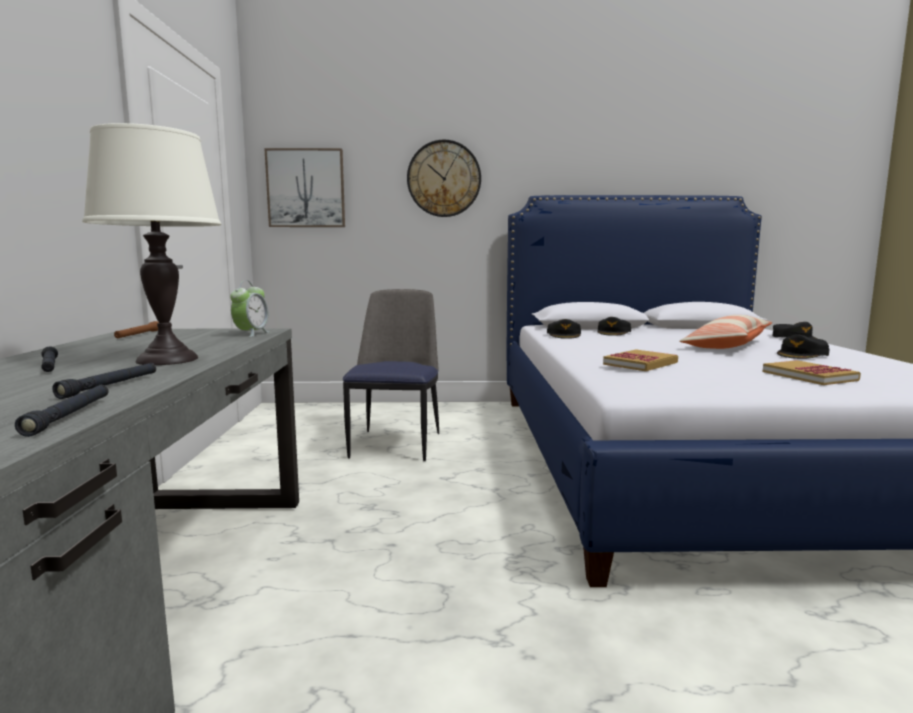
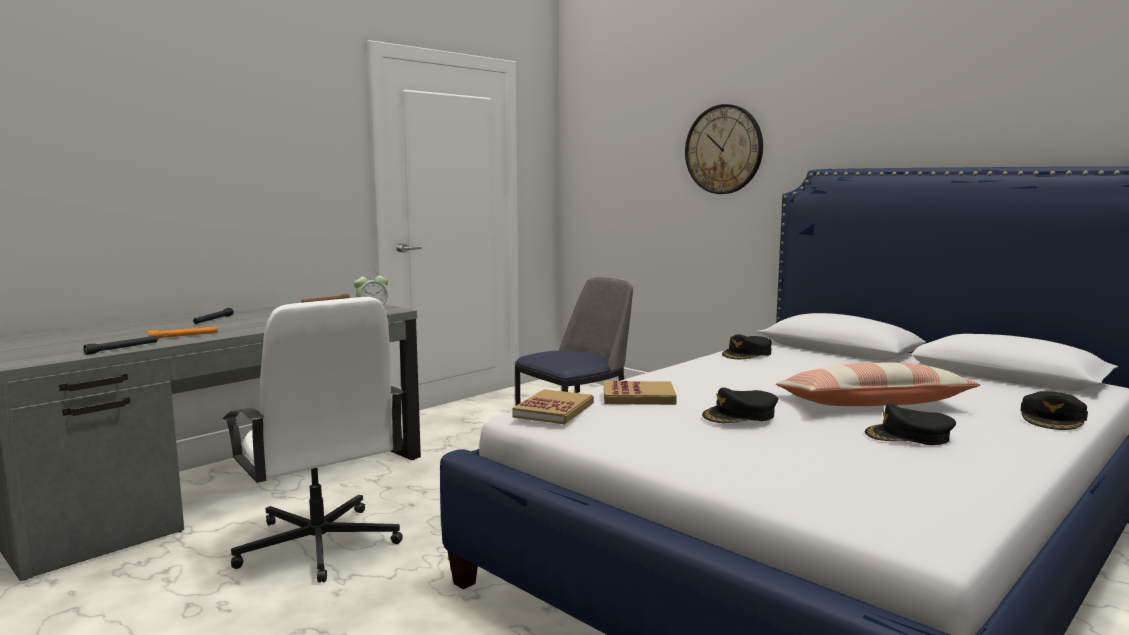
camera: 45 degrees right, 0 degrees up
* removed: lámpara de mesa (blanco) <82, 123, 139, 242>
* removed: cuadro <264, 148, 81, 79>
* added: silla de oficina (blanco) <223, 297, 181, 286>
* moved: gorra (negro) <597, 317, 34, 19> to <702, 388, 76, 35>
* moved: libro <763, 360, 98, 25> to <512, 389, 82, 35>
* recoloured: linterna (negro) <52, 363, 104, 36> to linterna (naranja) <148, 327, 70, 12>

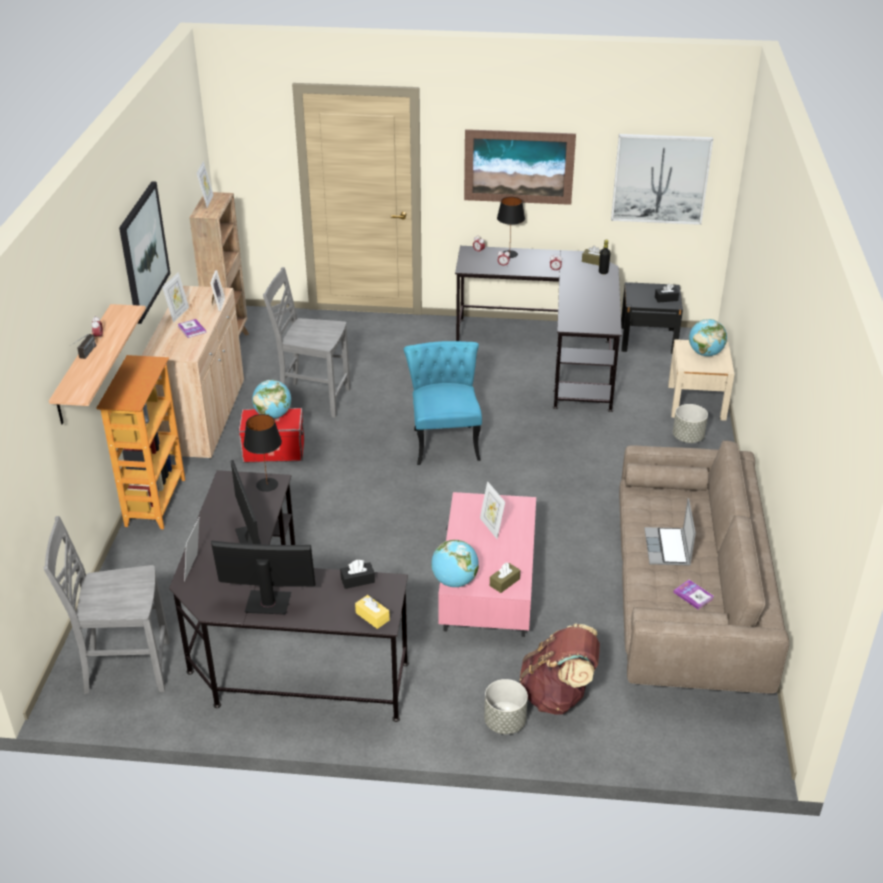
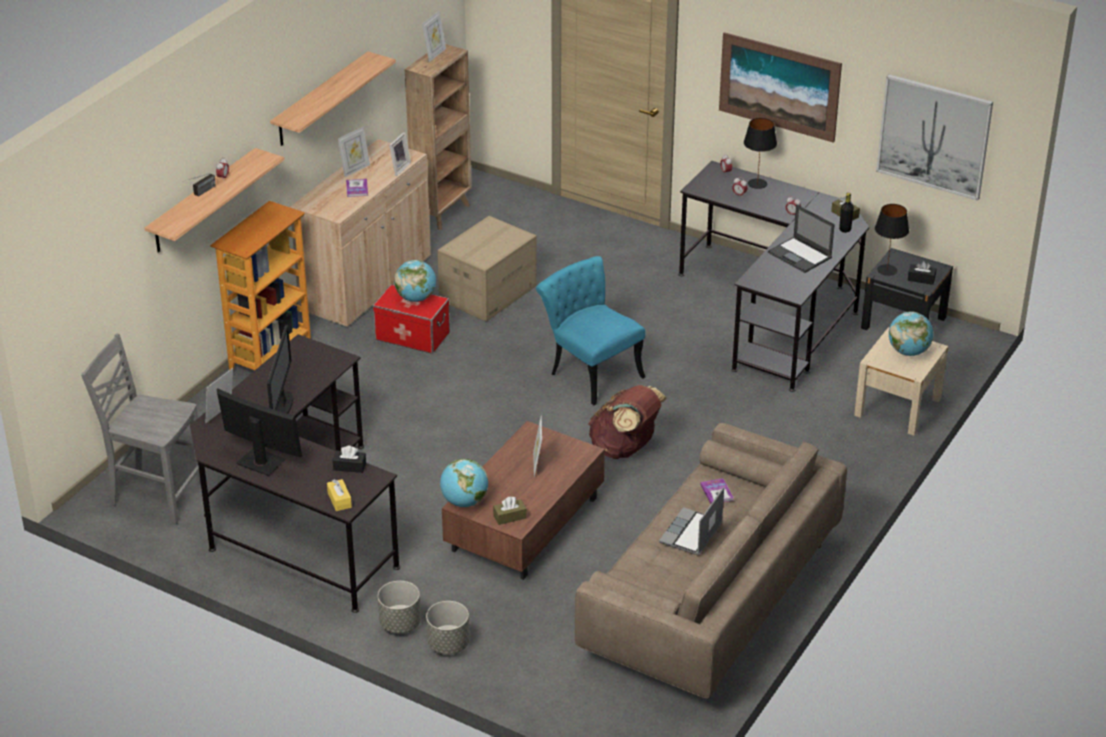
camera: 25 degrees right, 0 degrees up
* added: portátil <768, 204, 67, 69>
* moved: lámpara de mesa (negro) <244, 414, 38, 78> to <875, 204, 34, 72>
* moved: mochila (marrón) <520, 624, 80, 90> to <588, 385, 79, 74>
* moved: maceta (gris) <673, 404, 35, 39> to <378, 581, 43, 53>
* moved: libro <673, 580, 41, 30> to <700, 478, 34, 26>
* replaced: cuadro <119, 181, 51, 143> to estante <270, 52, 126, 94>
* replaced: silla (gris) <263, 267, 87, 151> to caja de cartón <438, 216, 98, 106>
* recoloured: mesa de centro (rosa) <438, 492, 98, 145> to mesa de centro (marrón) <442, 421, 163, 159>
* turned: silla (turquesa) <404, 341, 78, 124> = <536, 256, 109, 149> 60 degrees counterclockwise

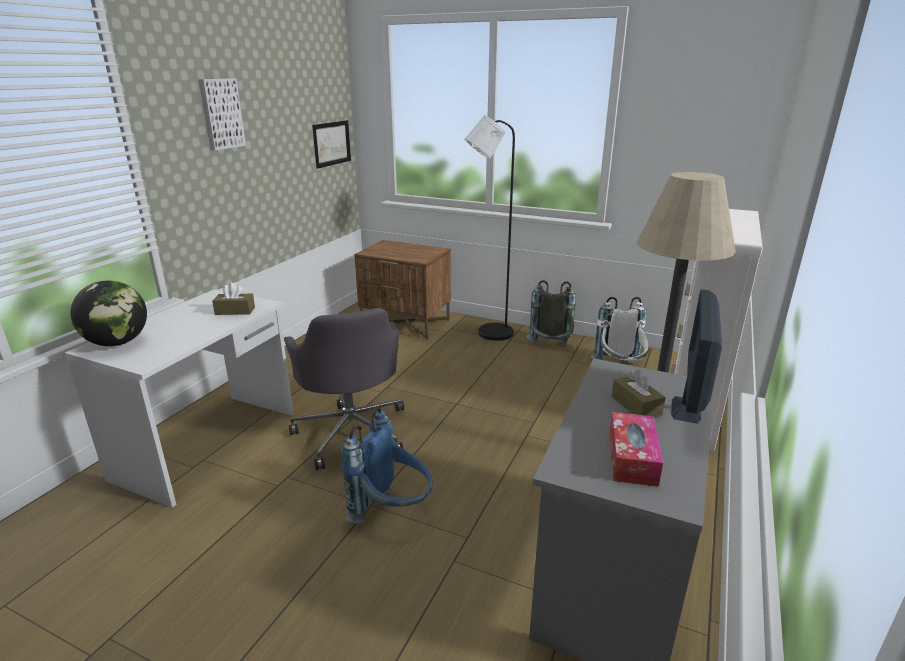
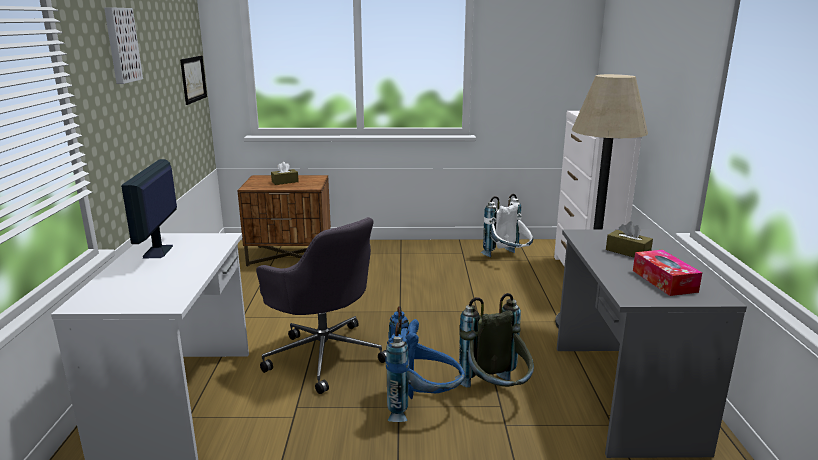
camera: 25 degrees left, 5 degrees down
* removed: globo terráqueo <70, 281, 77, 65>
* removed: lámpara de pie (negro) <465, 115, 50, 226>
* moved: caja de pañuelos (marrón) <212, 283, 43, 32> to <271, 162, 28, 23>
* moved: mochila (gris) <527, 280, 49, 65> to <455, 293, 79, 95>
* moved: monitor <671, 289, 51, 135> to <121, 159, 56, 100>

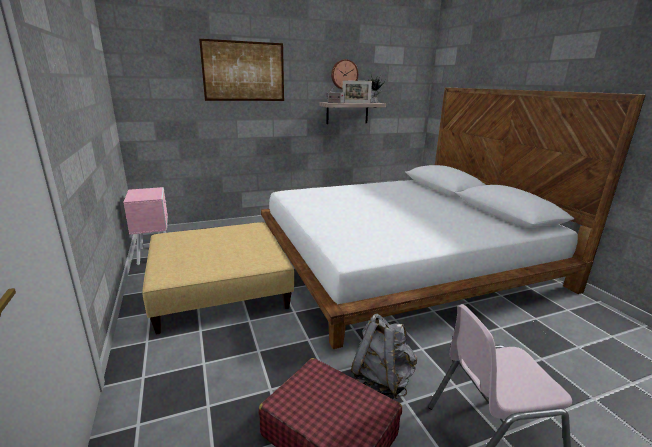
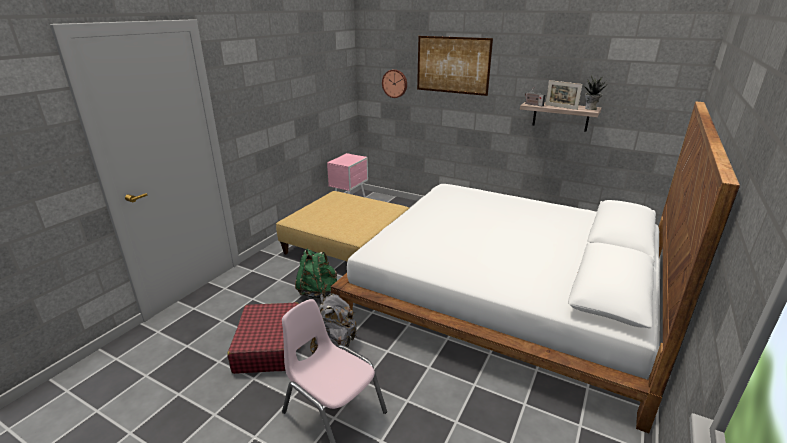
camera: 50 degrees right, 5 degrees up
* added: mochila (verde) <295, 249, 42, 50>
* moved: reloj de pared <331, 59, 27, 30> to <382, 69, 25, 29>

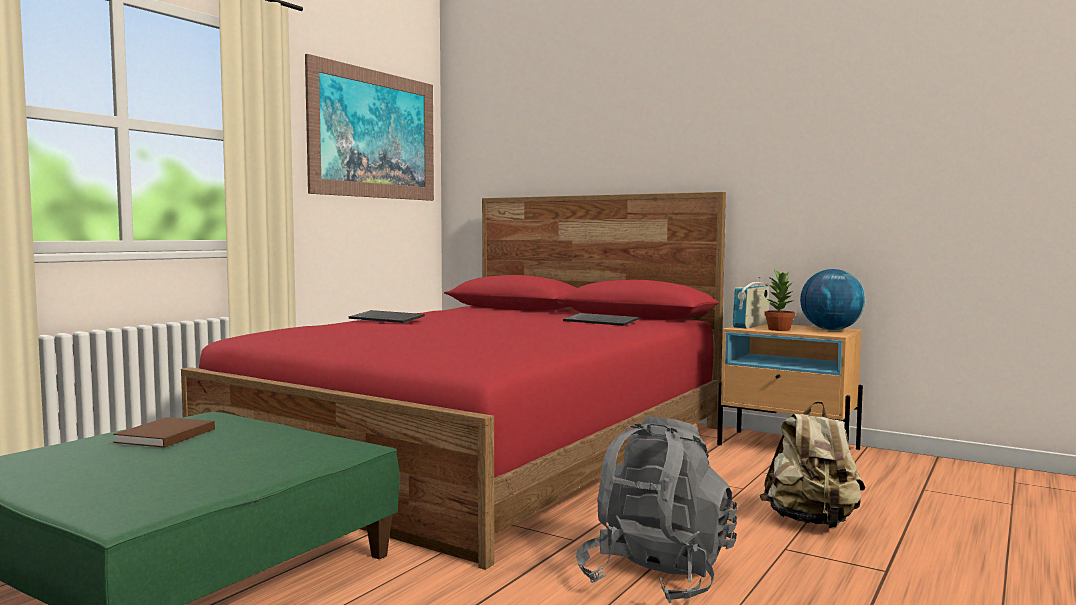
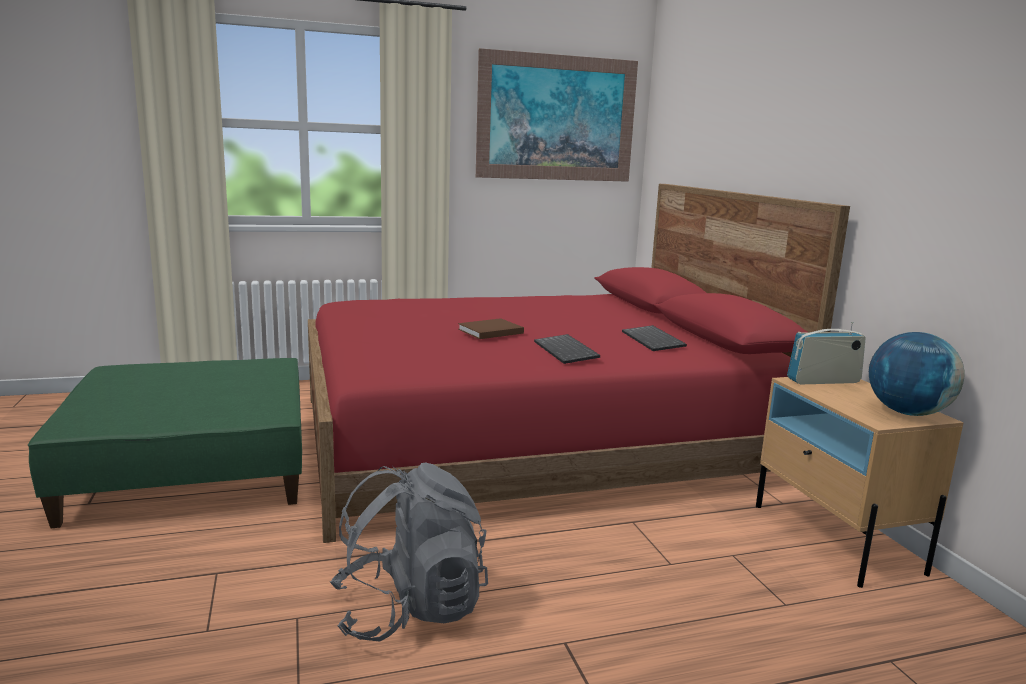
camera: 40 degrees right, 10 degrees up
* removed: mochila (beis) <760, 401, 105, 127>
* removed: planta en maceta <764, 269, 31, 62>
* moved: libro (marrón) <113, 417, 102, 31> to <458, 318, 66, 21>
* moved: teclado <349, 310, 76, 13> to <534, 334, 66, 30>

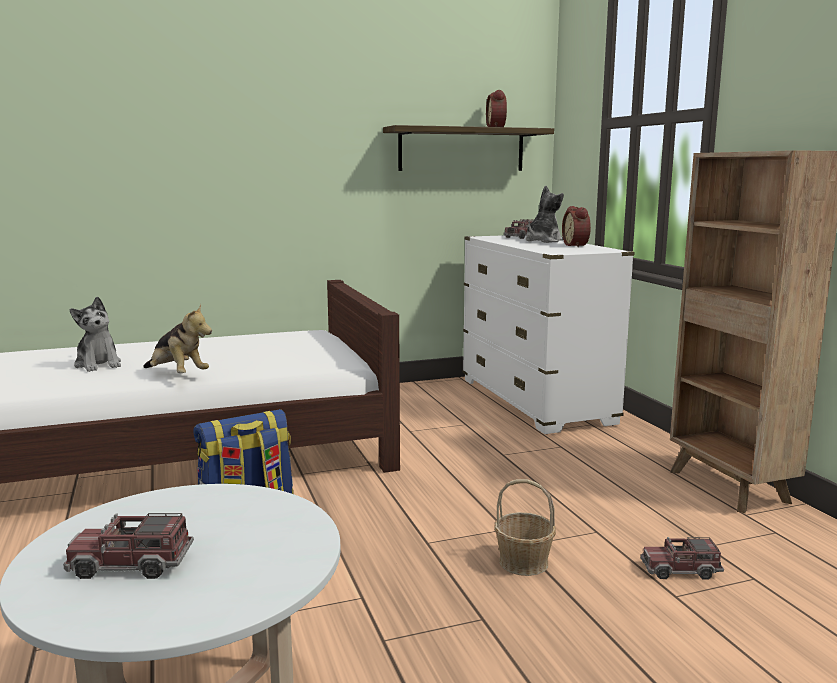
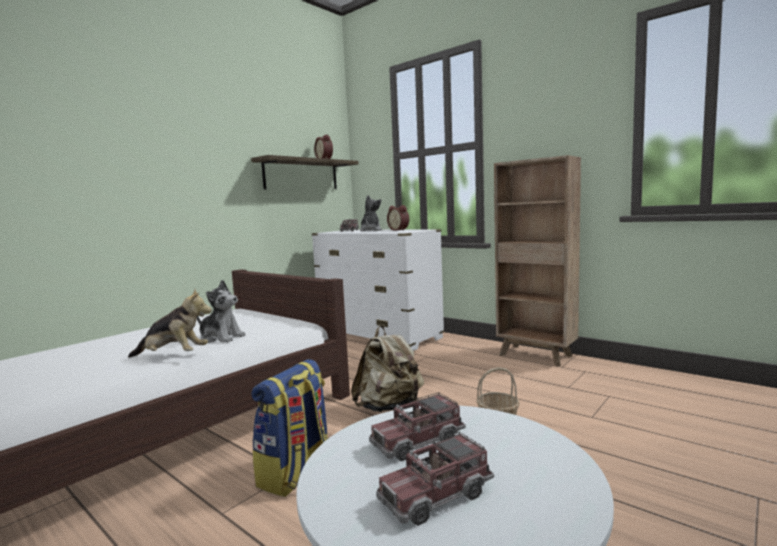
camera: 30 degrees left, 5 degrees down
* added: mochila (beis) <351, 325, 73, 87>
* moved: peluche <70, 297, 51, 75> to <196, 280, 50, 63>
* moved: camión de juguete <641, 537, 83, 42> to <369, 392, 97, 69>

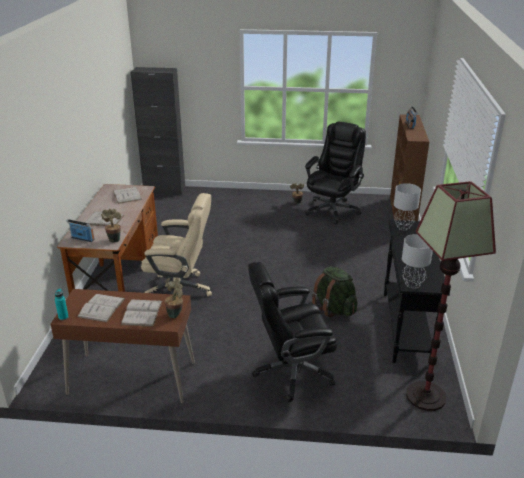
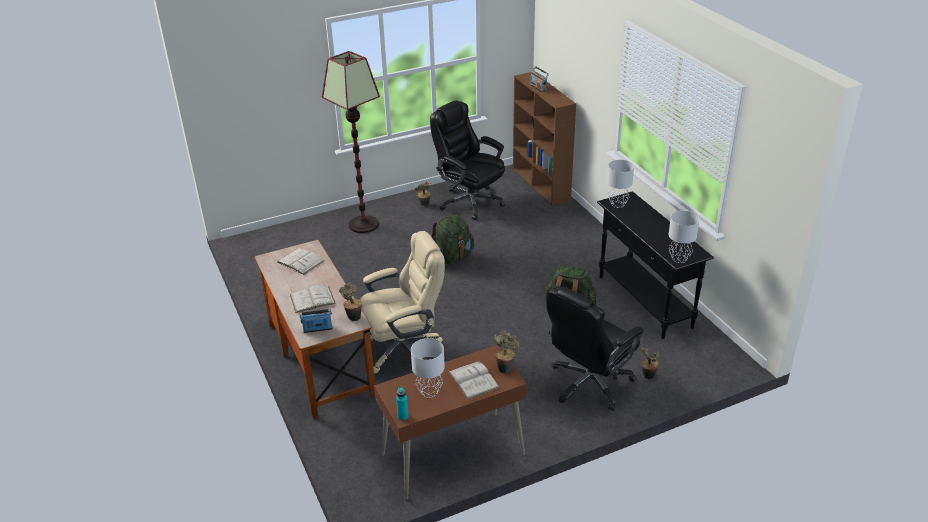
camera: 30 degrees left, 5 degrees up
* removed: armario (negro) <131, 67, 54, 128>
* added: mochila (verde) <431, 215, 43, 49>
* added: planta en maceta <641, 348, 18, 31>
* moved: lámpara de pie <406, 181, 90, 230> to <322, 51, 58, 182>
* replaced: libro (blanco) <77, 294, 48, 29> to lámpara de mesa (blanco) <411, 338, 34, 60>
* turned: silla de oficina (negro) <305, 122, 61, 102> = <430, 100, 75, 120> 45 degrees counterclockwise

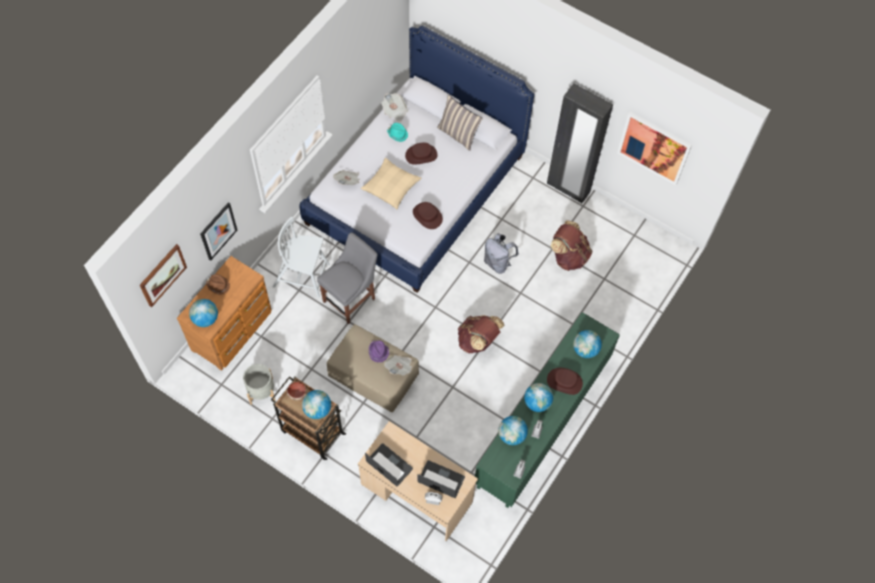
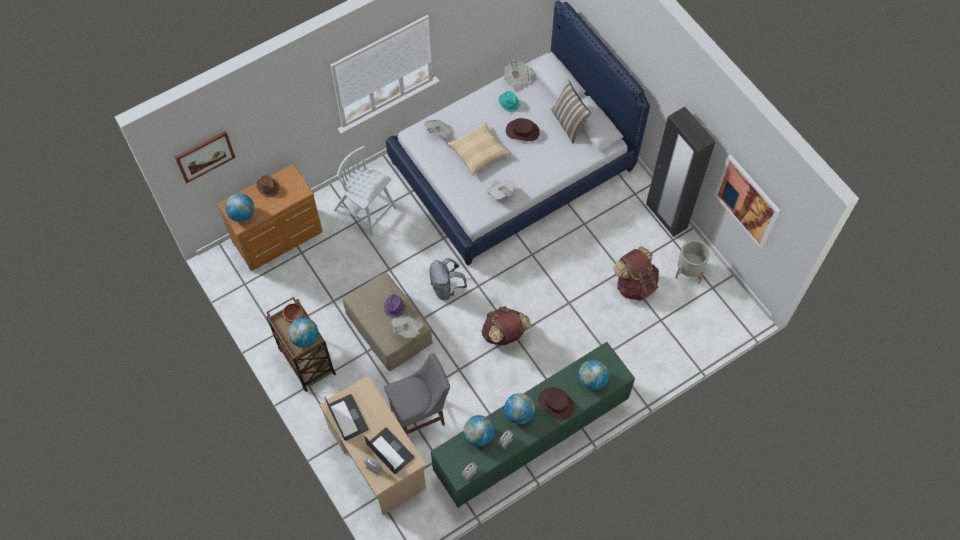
camera: 25 degrees right, 0 degrees up
* removed: cuadro <200, 202, 37, 59>
* moved: maceta (gris) <243, 364, 33, 41> to <675, 240, 35, 44>
* moved: silla (gris) <317, 232, 60, 92> to <384, 353, 66, 83>
* moved: mochila (gris) <484, 233, 35, 41> to <430, 258, 37, 42>
* replaced: sombrero (marrón) <413, 202, 30, 27> to periódico <486, 180, 30, 19>

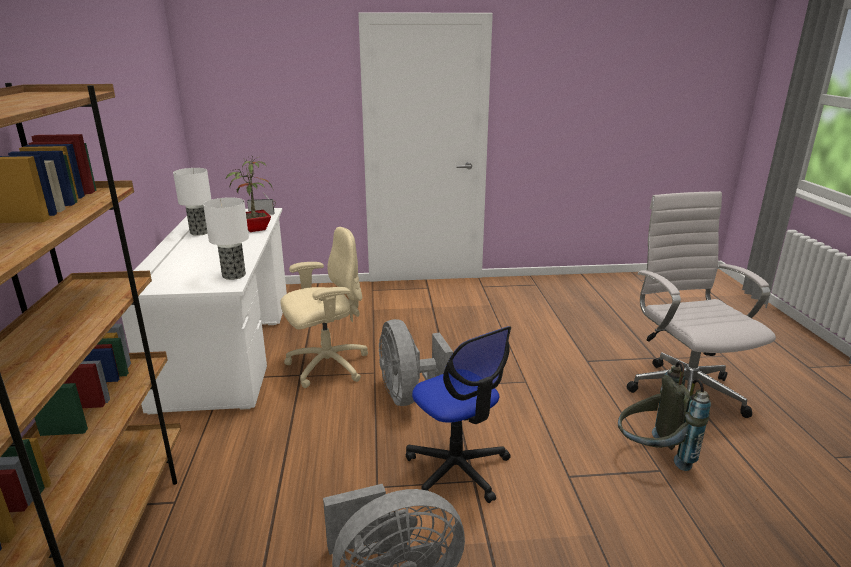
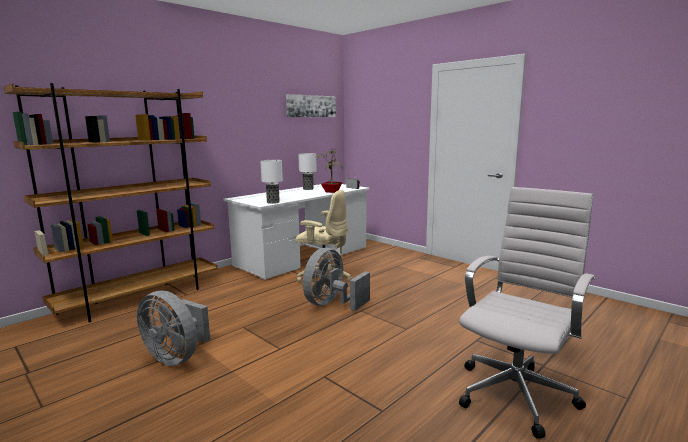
camera: 50 degrees right, 10 degrees down
* removed: silla de oficina <406, 326, 105, 177>
* removed: mochila (gris) <618, 361, 93, 110>
* added: cuadro <286, 94, 50, 23>

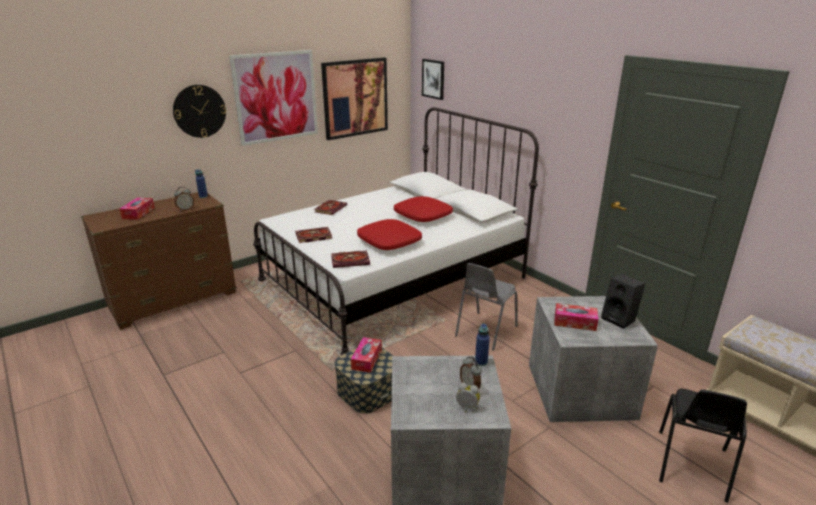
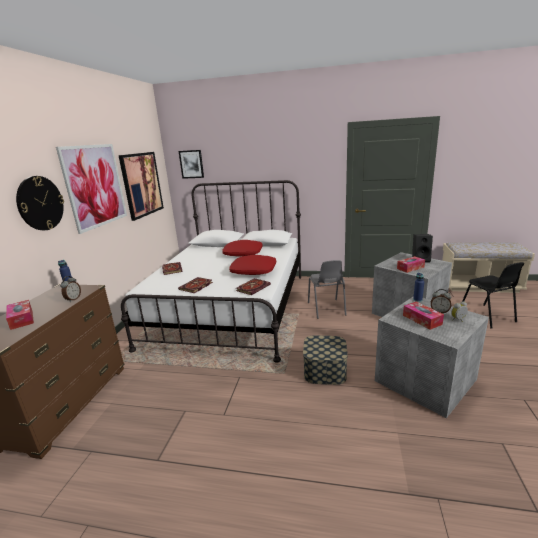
camera: 40 degrees left, 5 degrees down
* moved: caja de pañuelos <351, 337, 31, 36> to <403, 302, 41, 28>

